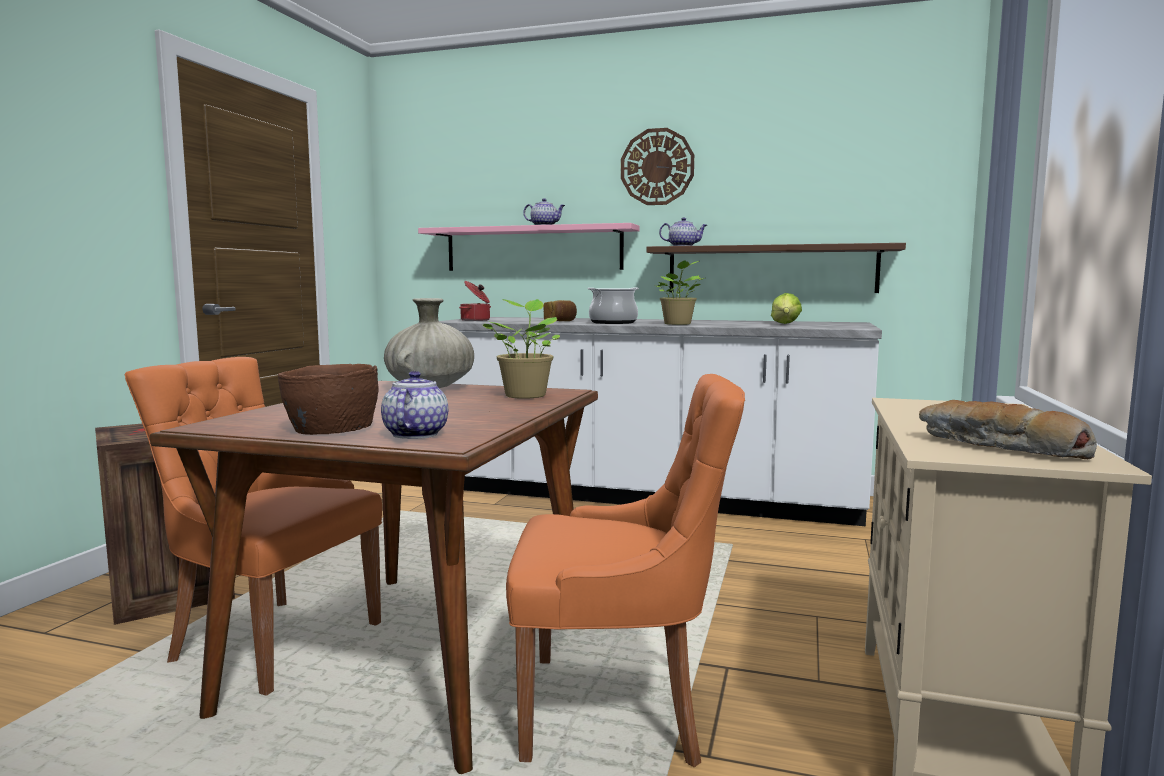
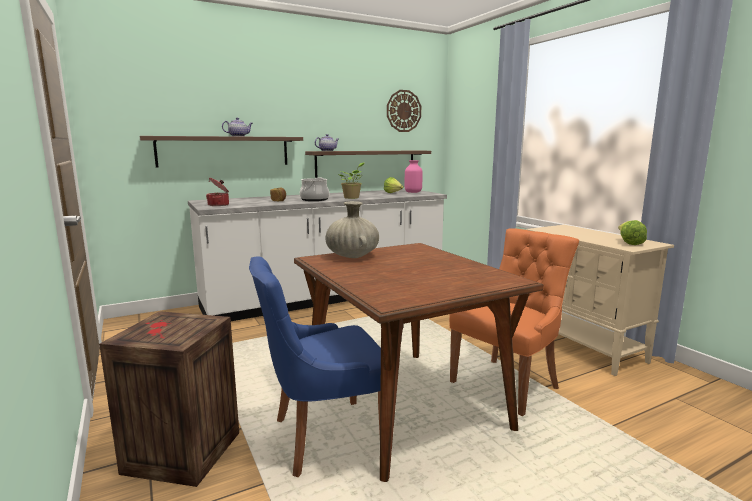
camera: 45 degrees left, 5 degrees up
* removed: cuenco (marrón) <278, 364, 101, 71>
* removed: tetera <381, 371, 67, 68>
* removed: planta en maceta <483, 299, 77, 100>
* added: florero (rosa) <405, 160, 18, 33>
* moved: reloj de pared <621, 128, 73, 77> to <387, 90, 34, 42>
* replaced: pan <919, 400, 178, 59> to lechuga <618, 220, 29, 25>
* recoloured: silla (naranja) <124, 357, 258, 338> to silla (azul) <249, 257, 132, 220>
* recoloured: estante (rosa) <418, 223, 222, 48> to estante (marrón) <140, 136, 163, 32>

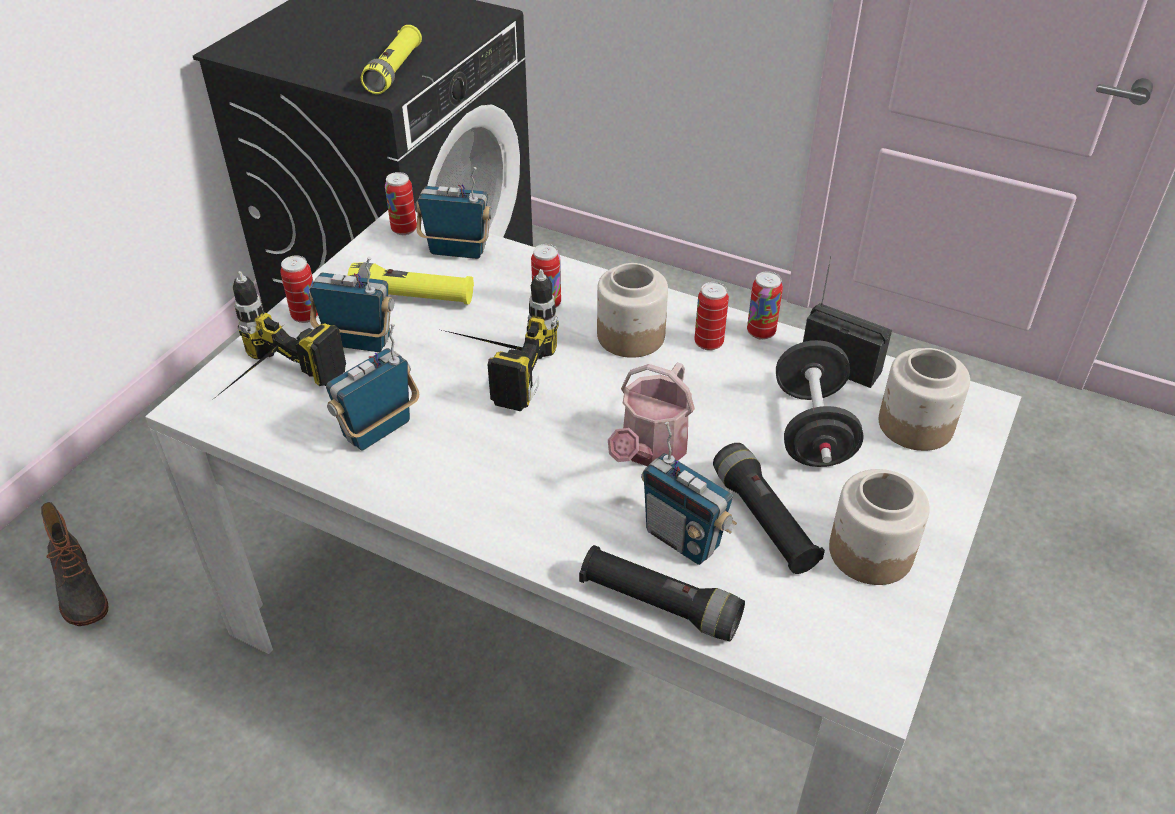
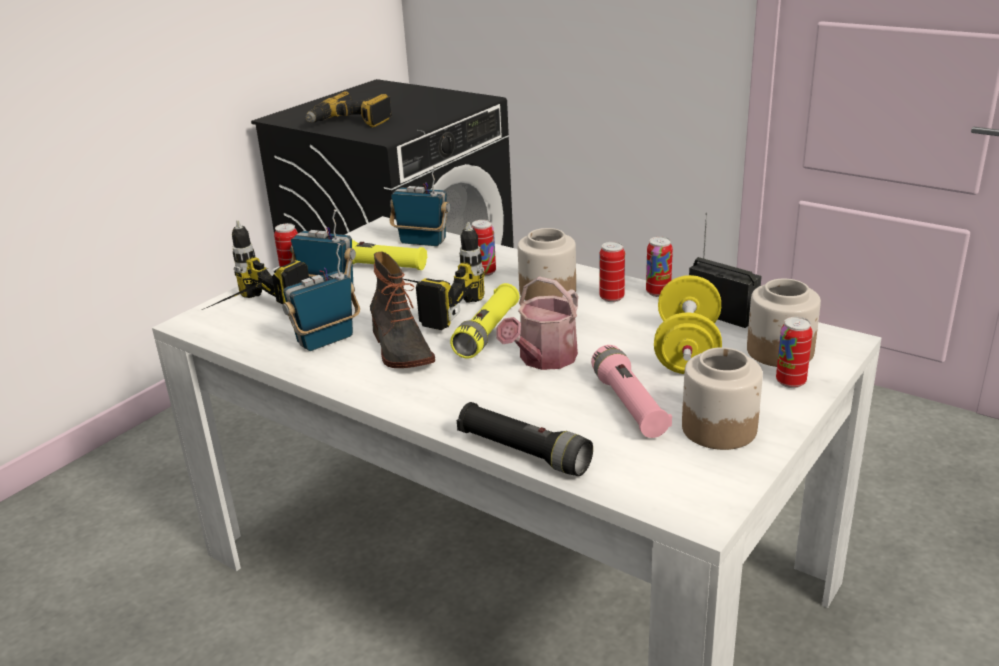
camera: 10 degrees right, 15 degrees down
* removed: radio <641, 422, 96, 143>
* added: taladro <306, 91, 86, 36>
* moved: bota <41, 502, 67, 124> to <370, 252, 65, 116>
* moved: linterna (amarillo) <361, 25, 61, 69> to <450, 283, 69, 76>
* moved: lata <385, 172, 32, 63> to <776, 317, 37, 71>
* recoloured: linterna (negro) <713, 443, 112, 131> to linterna (rosa) <591, 345, 81, 93>
* recoloured: mancuerna (negro) <776, 340, 88, 127> to mancuerna (amarillo) <654, 275, 68, 99>

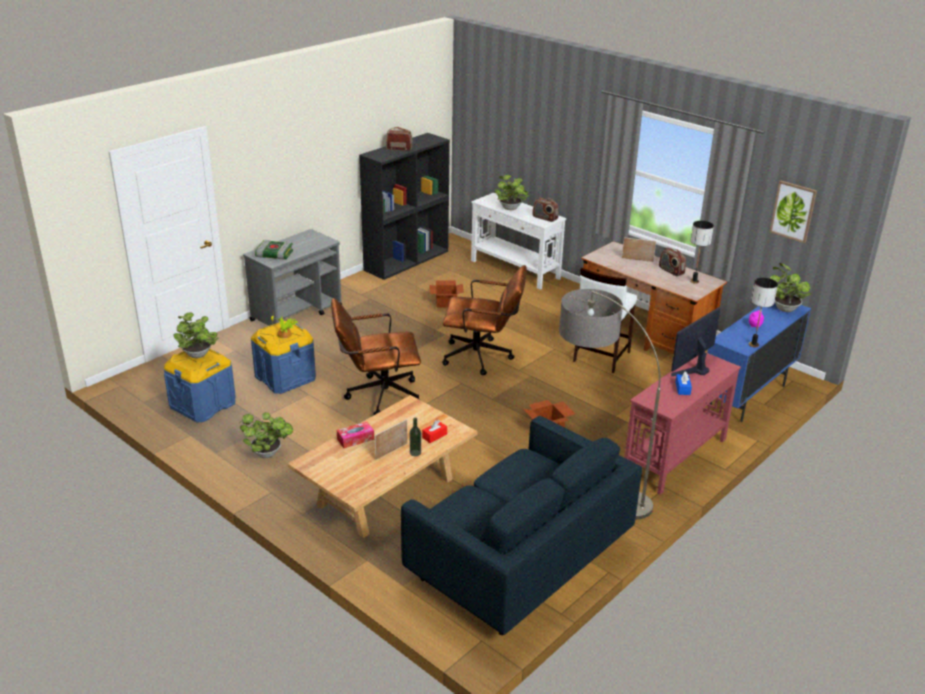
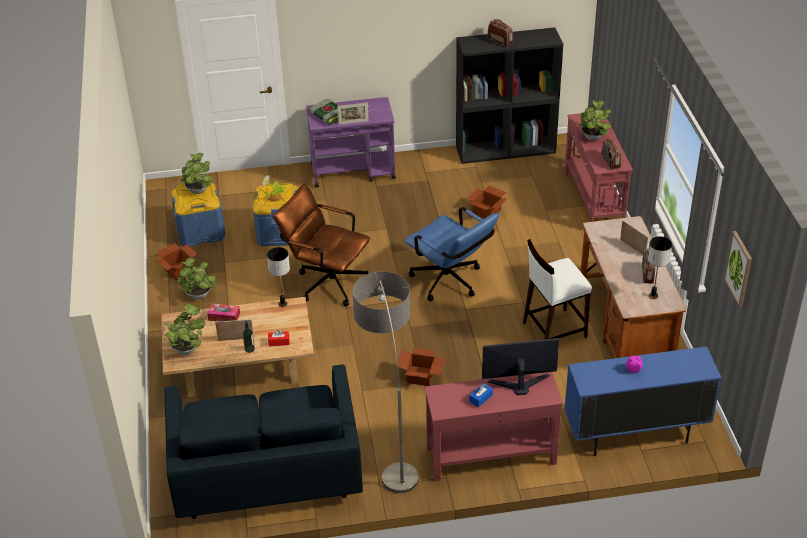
camera: 40 degrees right, 10 degrees up
* added: caja de cartón <156, 243, 41, 37>
* added: portarretratos <337, 103, 32, 22>
* moved: lámpara de mesa <749, 278, 29, 69> to <267, 247, 23, 60>
* moved: planta en maceta <770, 263, 41, 49> to <164, 304, 41, 51>
* recoloured: carrito (gris) <243, 229, 99, 97> to carrito (morado) <306, 97, 90, 90>
* recoloured: silla de oficina (marrón) <442, 265, 85, 110> to silla de oficina (azul) <404, 207, 95, 94>
* recoloured: mesa consola (blanco) <471, 193, 95, 97> to mesa consola (rojo) <564, 113, 69, 109>

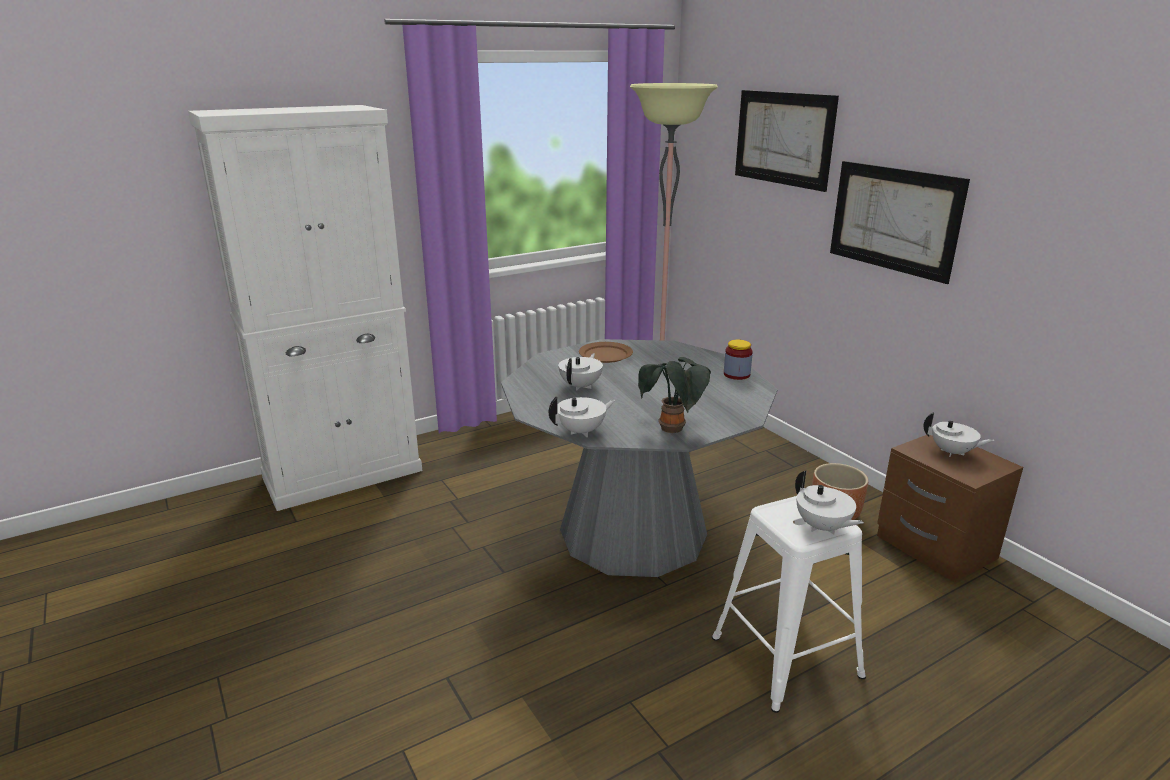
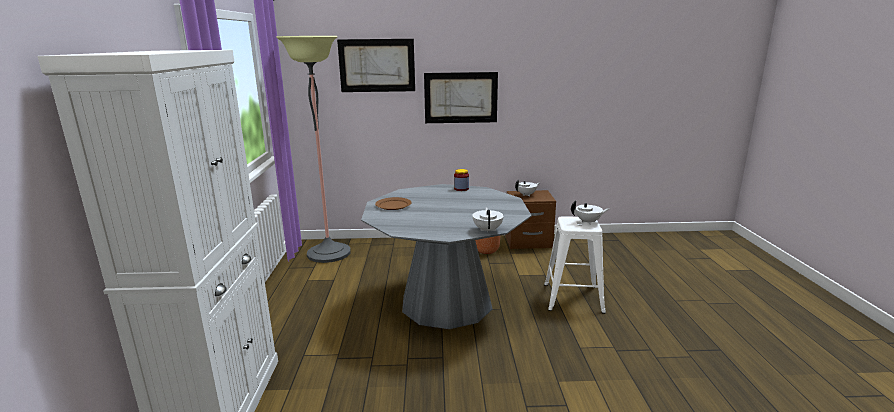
camera: 60 degrees left, 5 degrees down
* removed: tetera (blanco) <558, 353, 45, 38>
* removed: planta en maceta <638, 357, 73, 76>

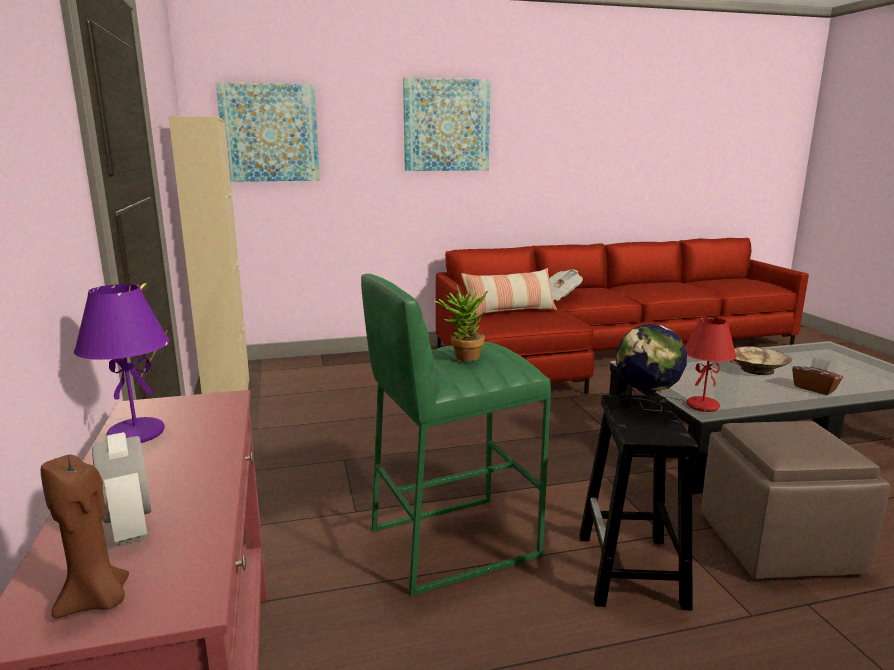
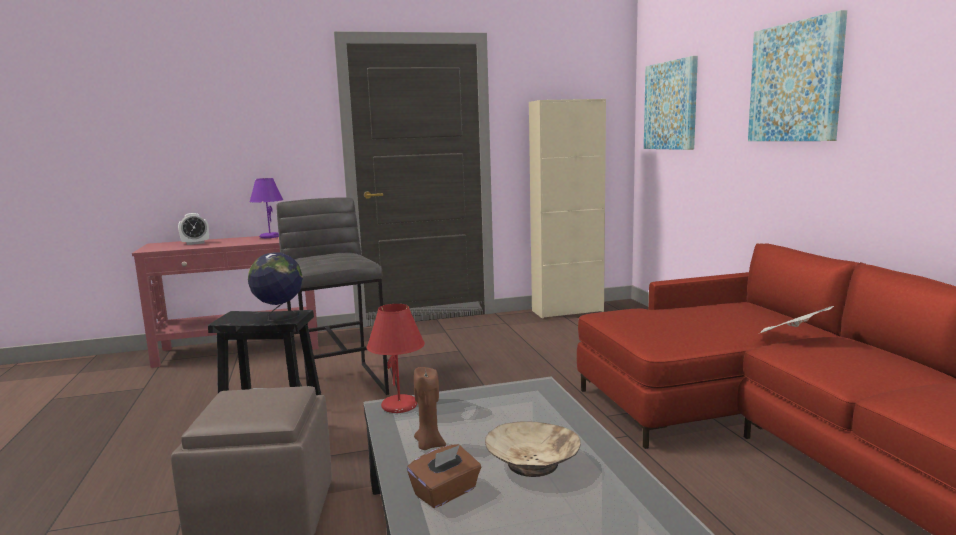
camera: 90 degrees right, 5 degrees down
* removed: planta en maceta <433, 285, 55, 76>
* removed: cojín <461, 268, 96, 50>
* moved: vela (marrón) <41, 455, 88, 163> to <414, 367, 32, 83>
* recoloured: taburete (verde) <361, 274, 190, 322> to taburete (gris) <276, 197, 113, 198>

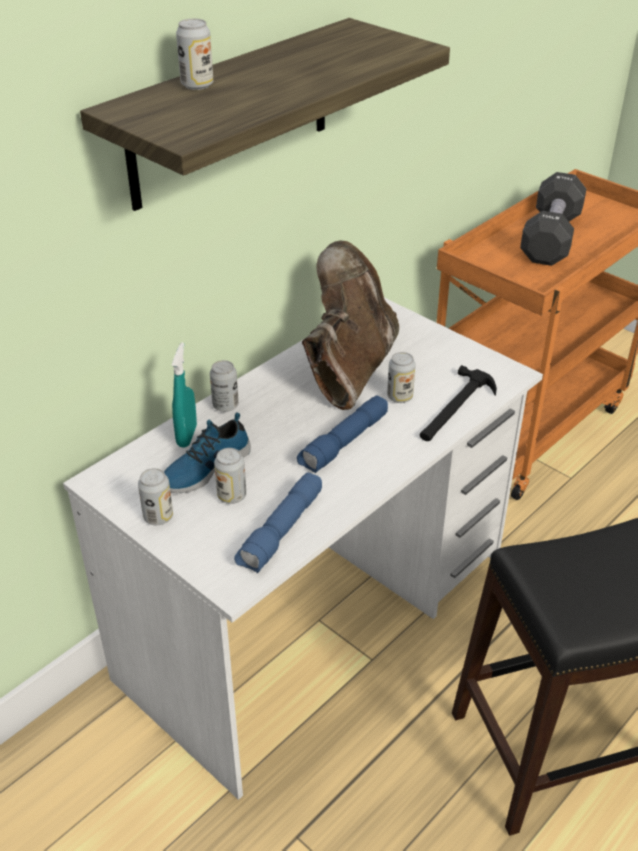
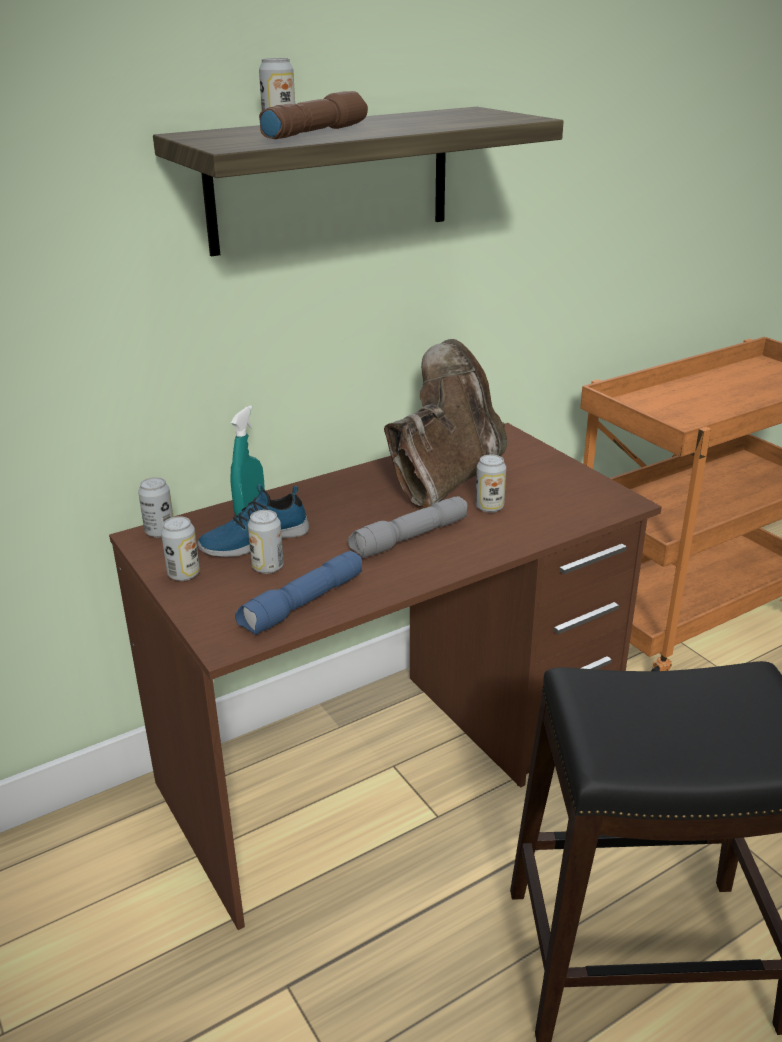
camera: 15 degrees right, 10 degrees down
* removed: martillo <420, 365, 77, 76>
* removed: mancuerna (negro) <520, 172, 66, 94>
* added: linterna (marrón) <259, 91, 109, 48>
* moved: lata <210, 360, 29, 52> to <138, 477, 35, 61>
* recoloured: escritorio (blanco) <63, 298, 480, 502> to escritorio (marrón) <109, 423, 553, 507>
* recoloured: linterna (azul) <297, 396, 91, 77> to linterna (gris) <348, 496, 119, 62>

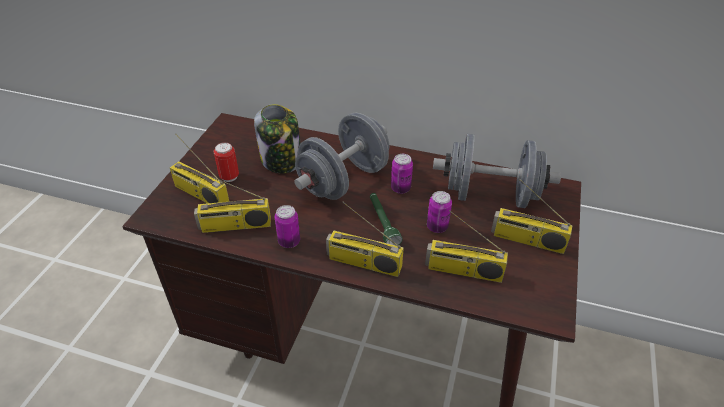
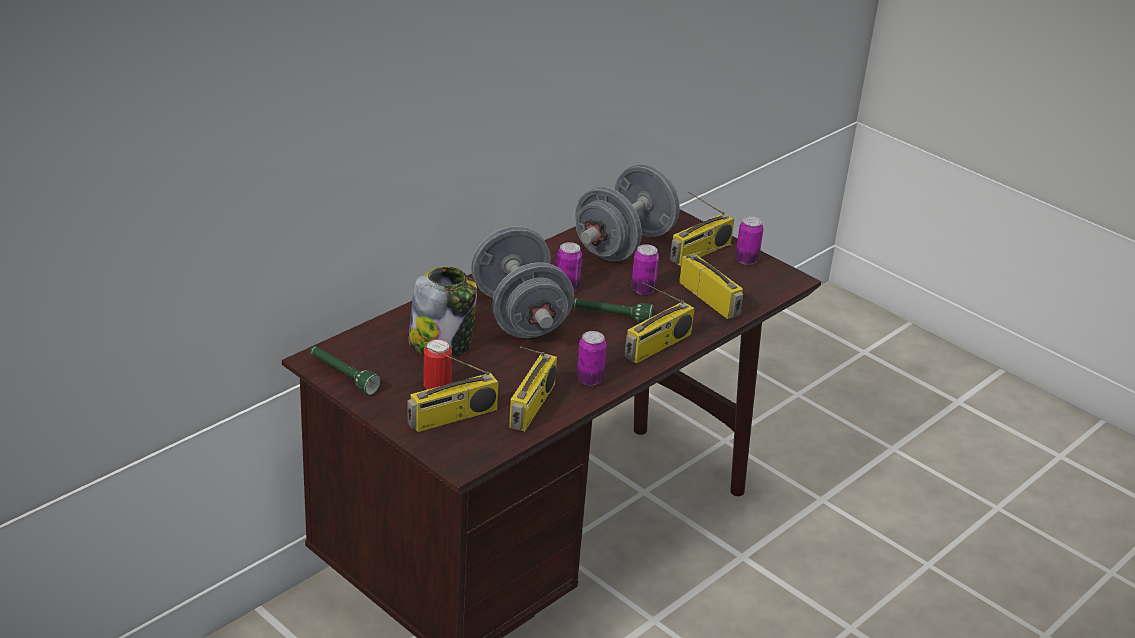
camera: 65 degrees left, 10 degrees down
* added: linterna (verde) <310, 346, 71, 49>
* added: lata <735, 216, 29, 49>
* turned: radio <425, 210, 83, 73> = <679, 244, 64, 75> 75 degrees counterclockwise

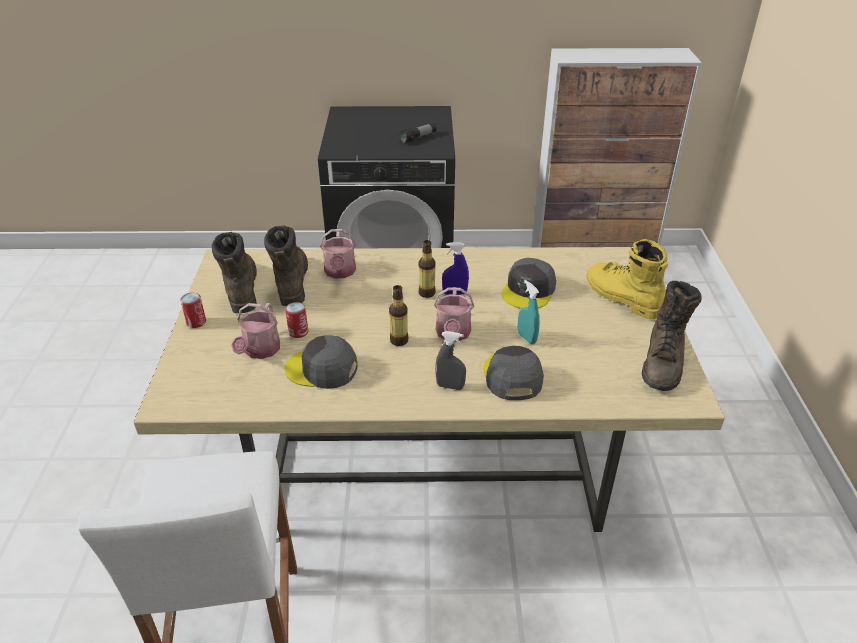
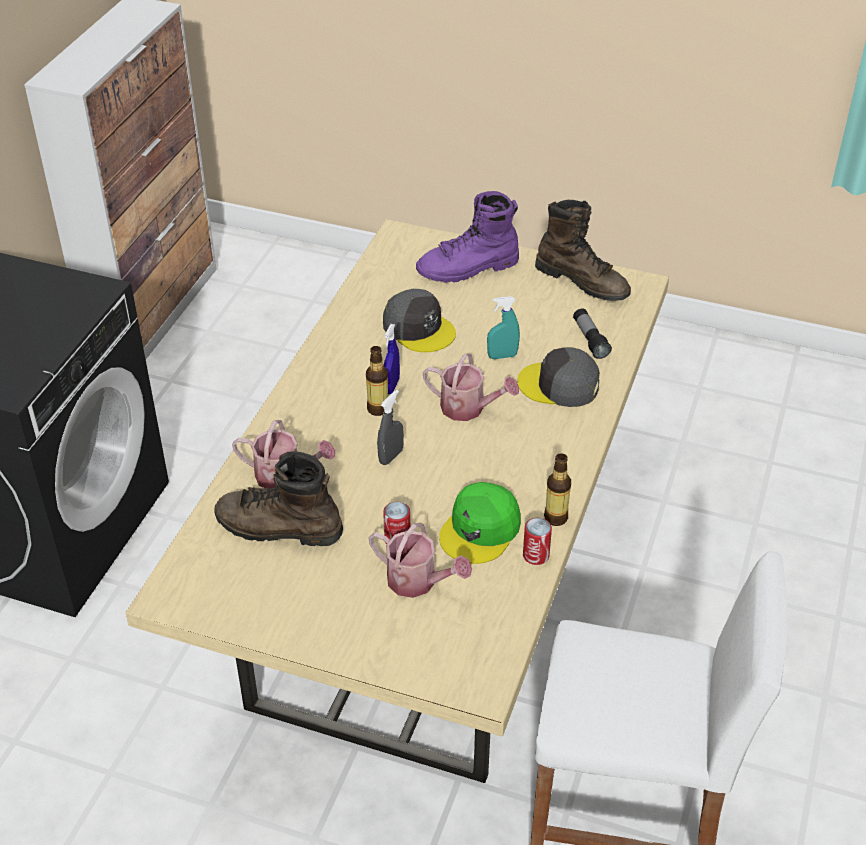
camera: 70 degrees left, 5 degrees up
* removed: bota (marrón) <212, 232, 45, 81>
* moved: lata <180, 293, 26, 35> to <523, 518, 29, 47>
* moved: botella <389, 285, 19, 61> to <544, 453, 27, 73>
* moved: linterna <399, 123, 38, 20> to <573, 309, 39, 50>
* moved: pulverizador (gris) <435, 331, 31, 59> to <377, 390, 27, 75>
* recoloured: gorra (gris) <285, 335, 73, 54> to gorra (verde) <439, 482, 82, 82>
* recoloured: bota (amarillo) <586, 239, 82, 80> to bota (morado) <416, 191, 103, 92>

